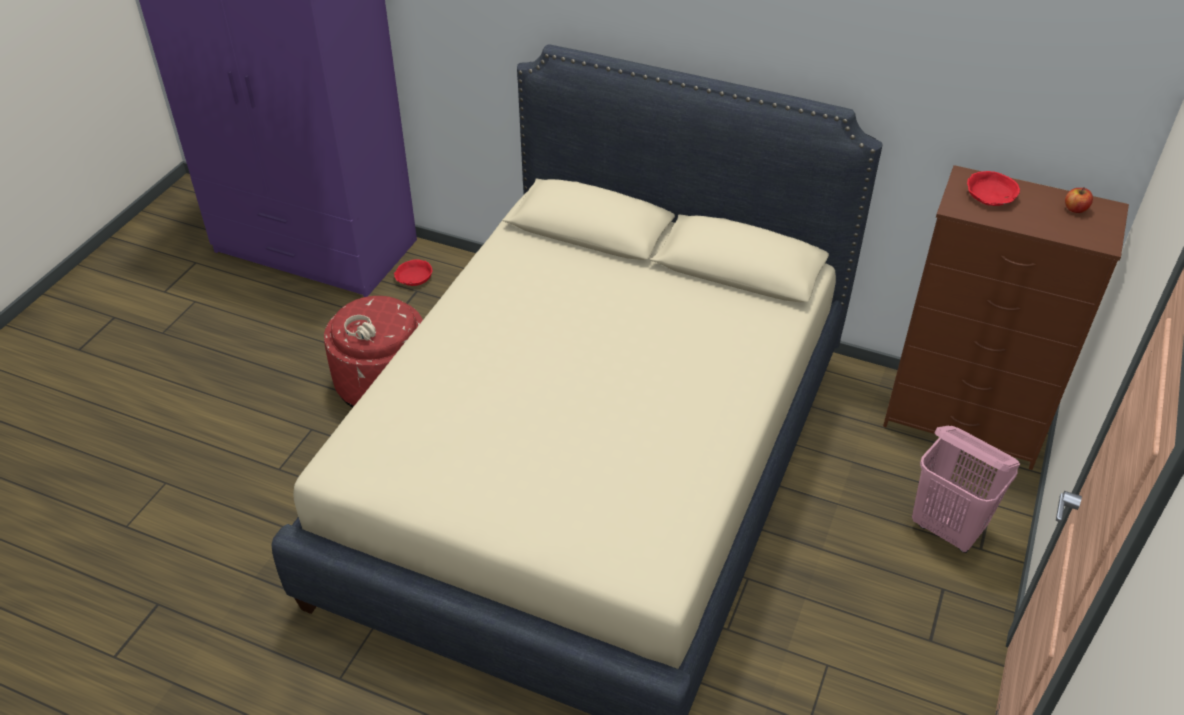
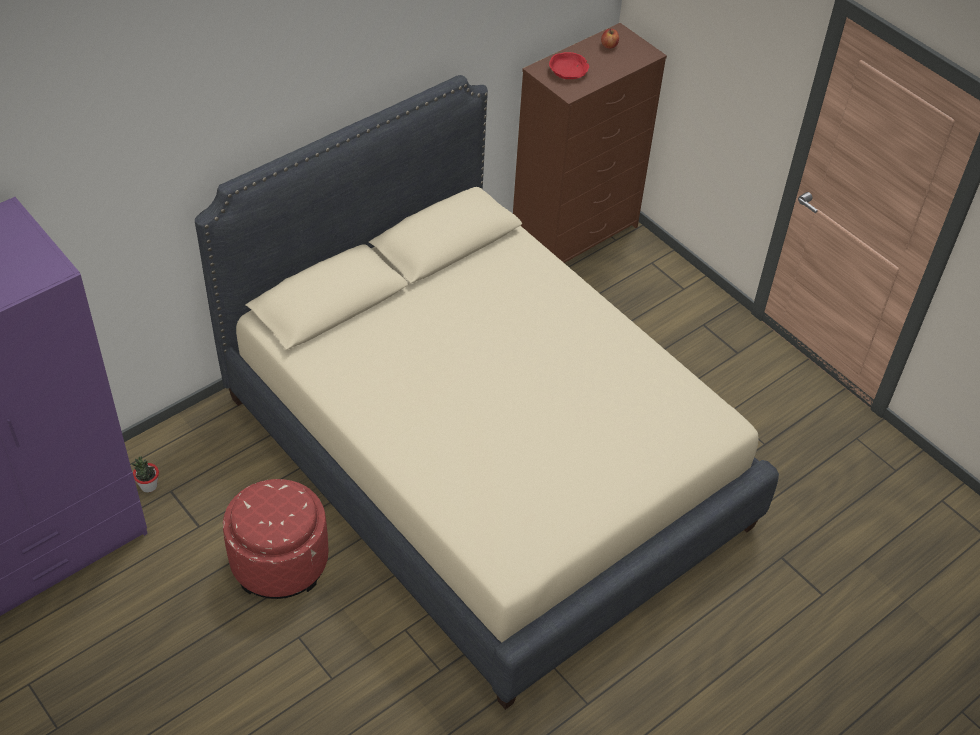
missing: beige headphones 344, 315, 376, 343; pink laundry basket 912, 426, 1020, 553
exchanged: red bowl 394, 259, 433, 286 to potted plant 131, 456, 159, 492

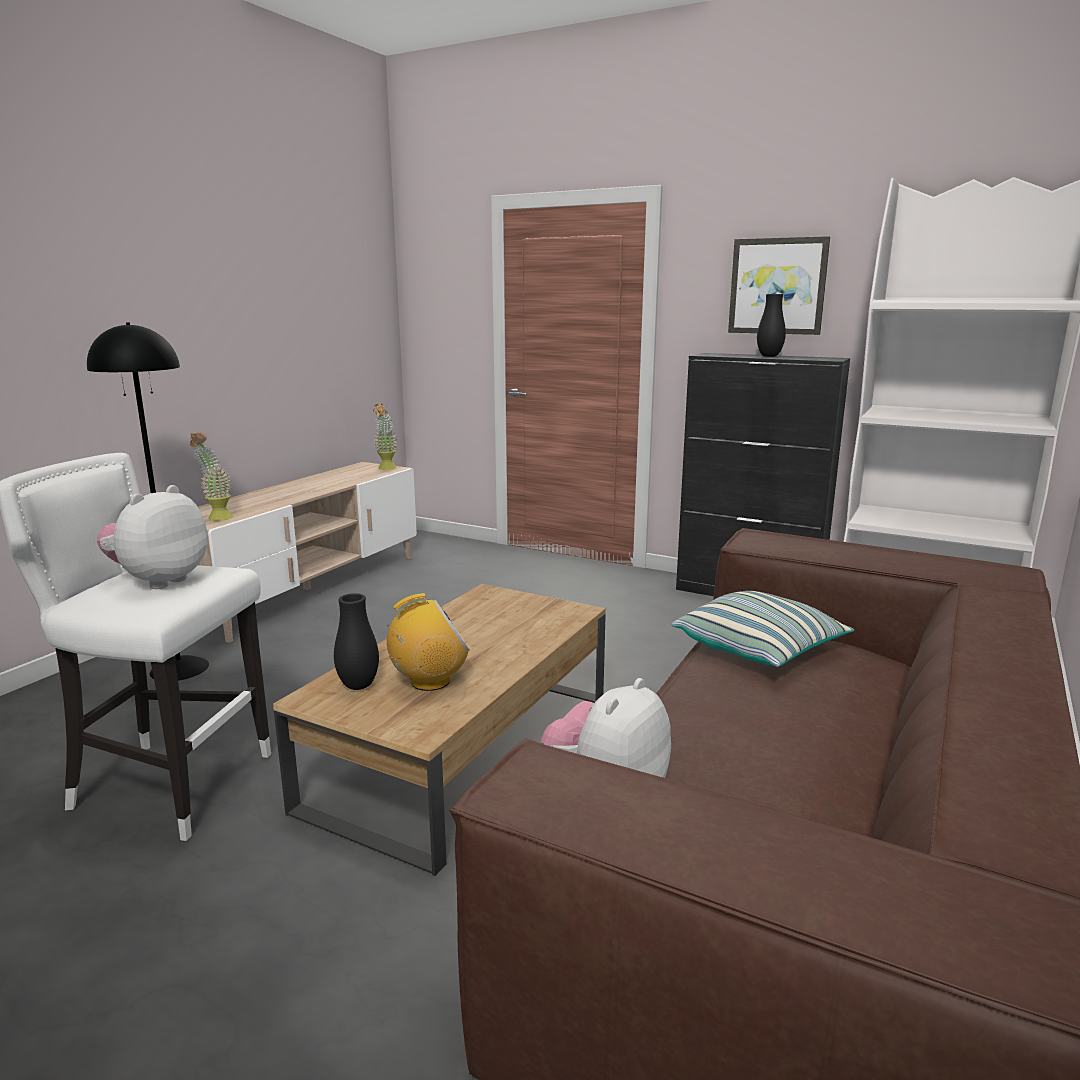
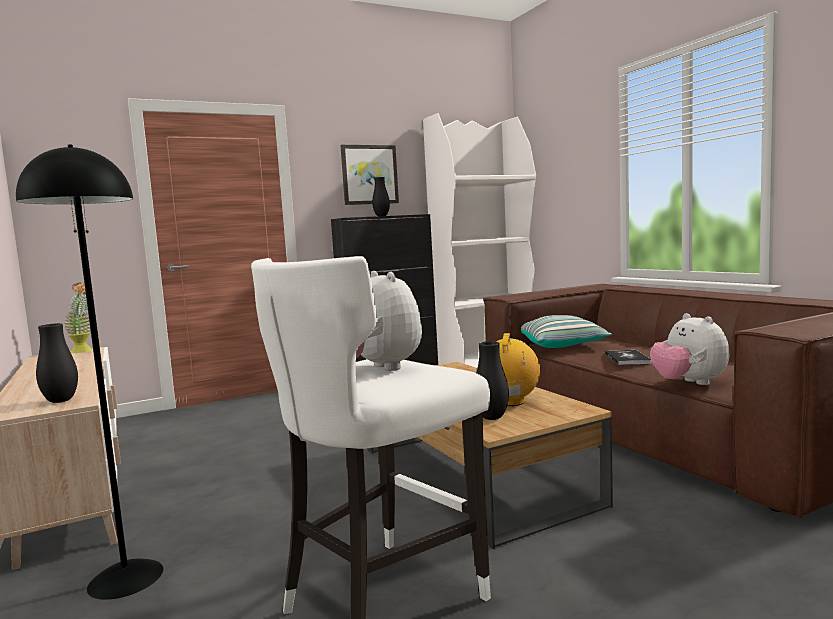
appeared: book 605, 350, 652, 365
exchanged: potted plant 190, 432, 233, 521 to black vase 36, 323, 78, 403

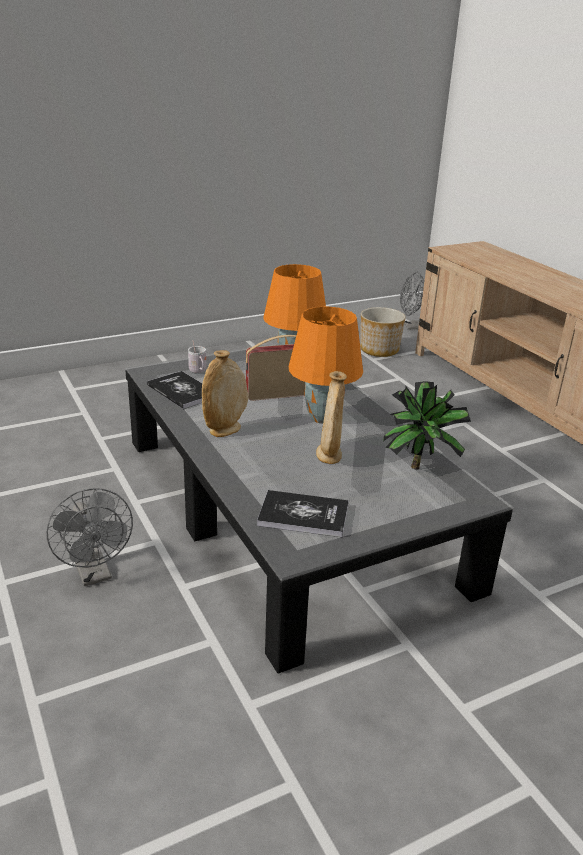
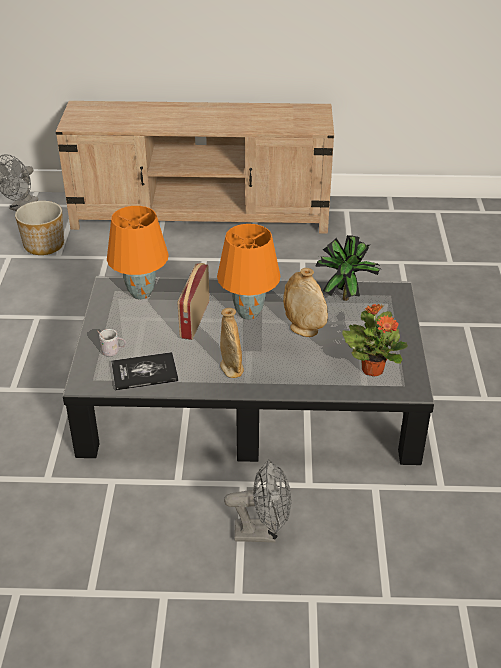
exchanged: book 257, 490, 349, 537 to potted plant 342, 304, 408, 376

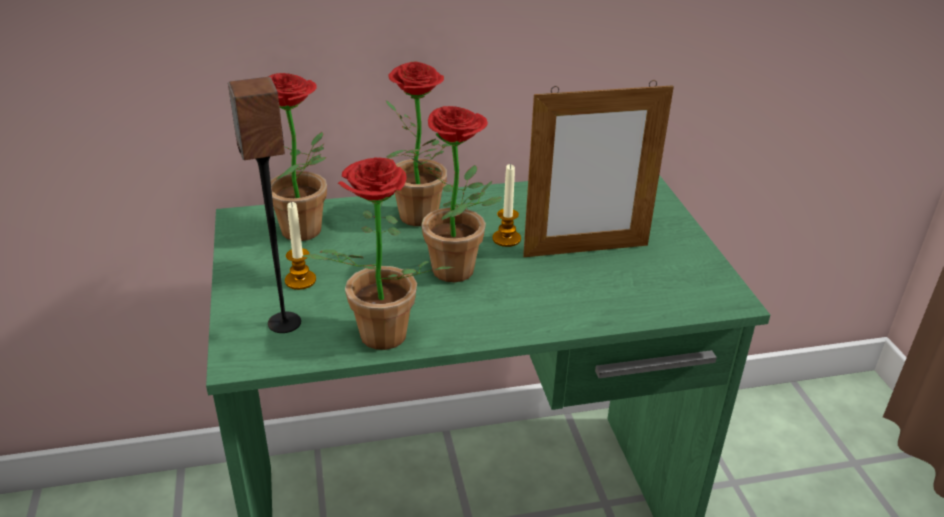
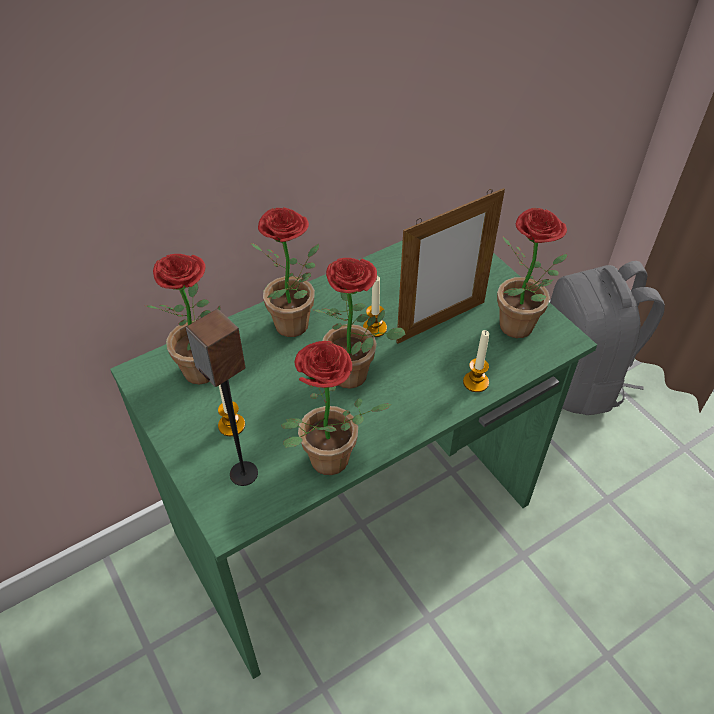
appeared: candle 463, 330, 489, 392; potted plant 497, 208, 567, 338; grey backpack 550, 261, 665, 415

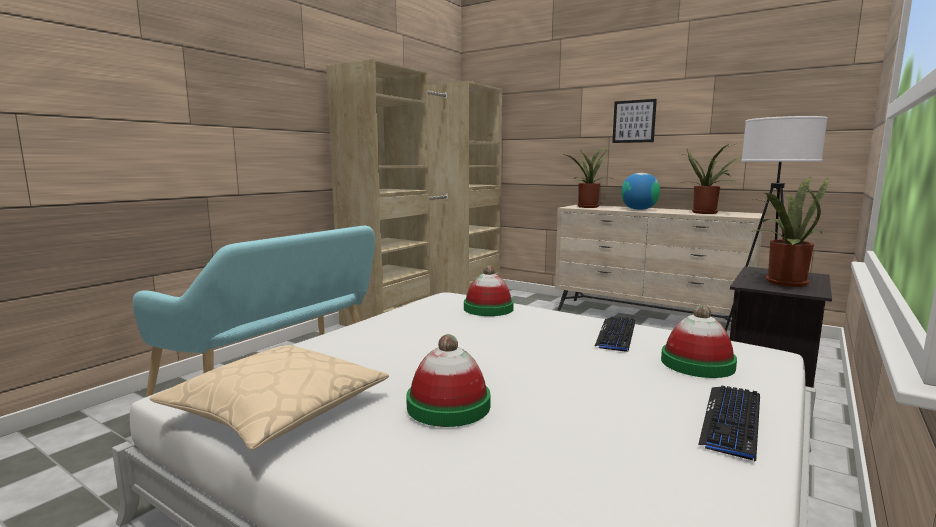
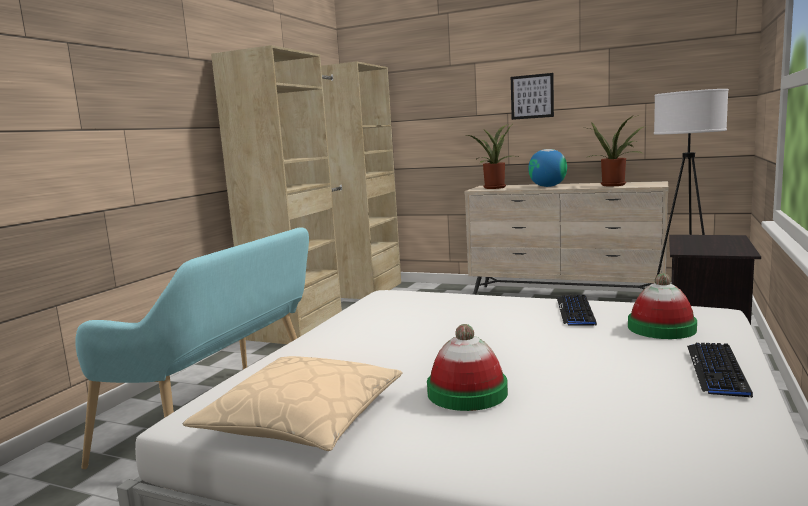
missing: hat 464, 265, 514, 316; potted plant 751, 177, 828, 287

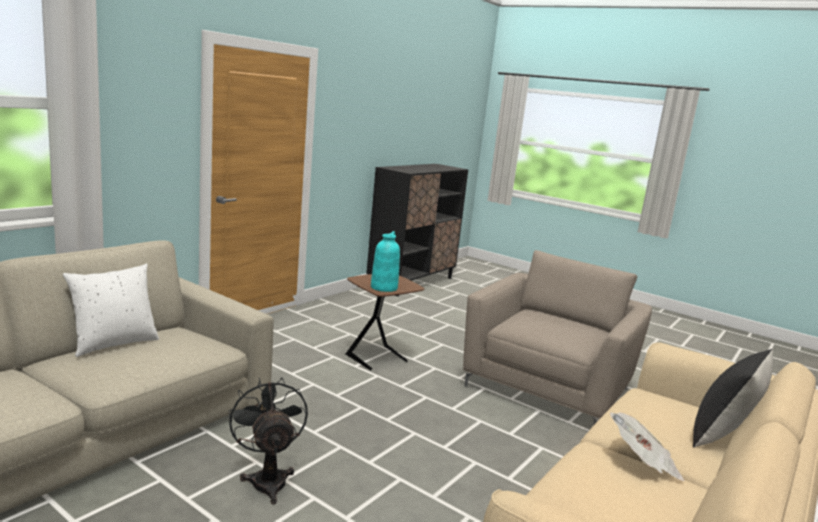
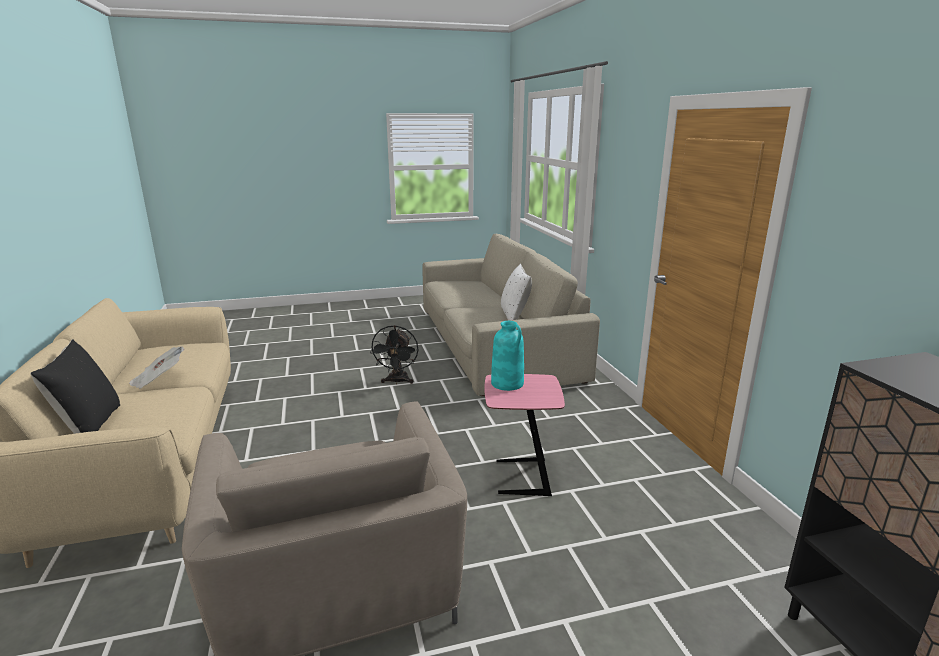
colour: brown side table 346, 274, 425, 370 to pink side table 484, 374, 565, 496
spun: black fan 229, 377, 308, 505 = 370, 325, 418, 384 75 degrees clockwise

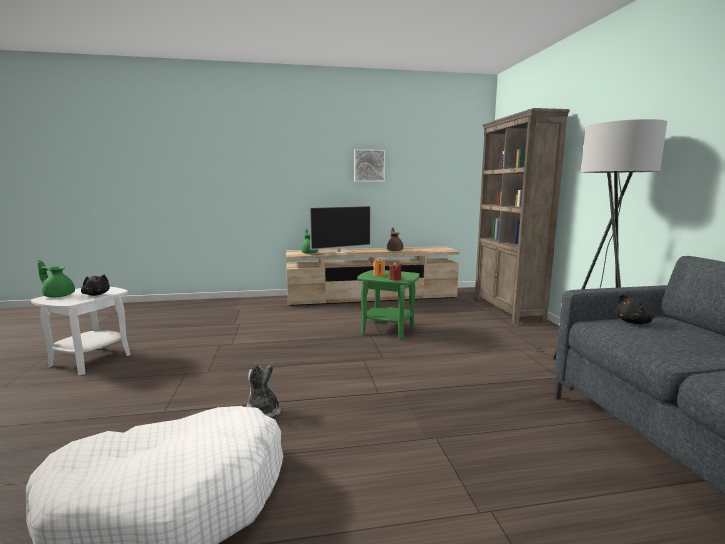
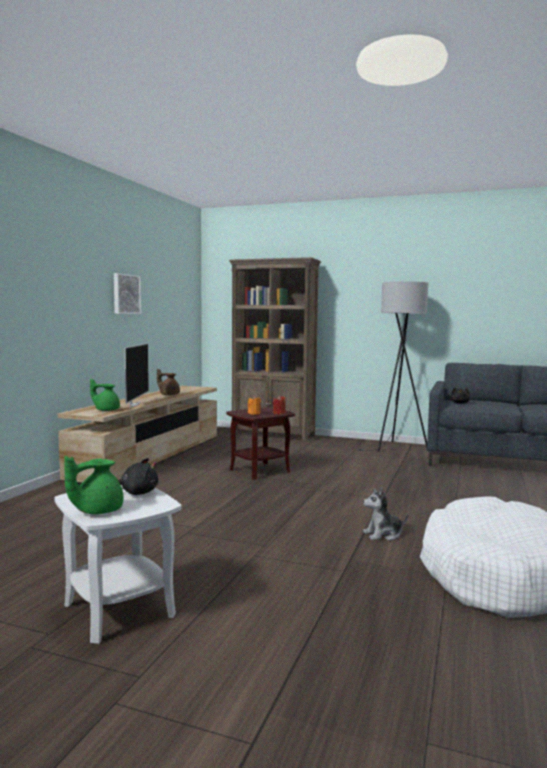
colour: green side table 357, 270, 420, 340 to brown side table 226, 407, 295, 480

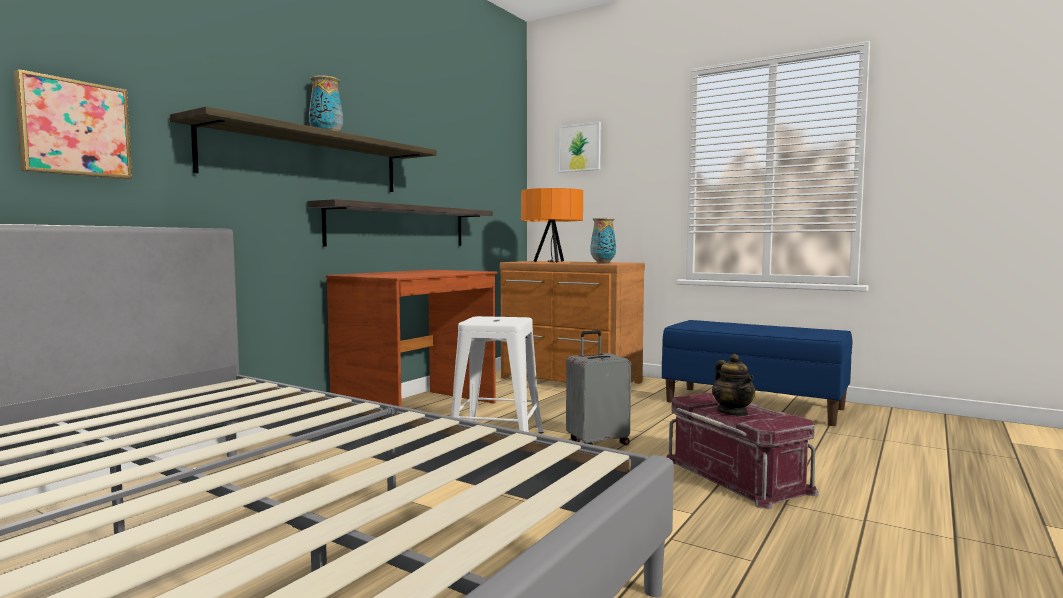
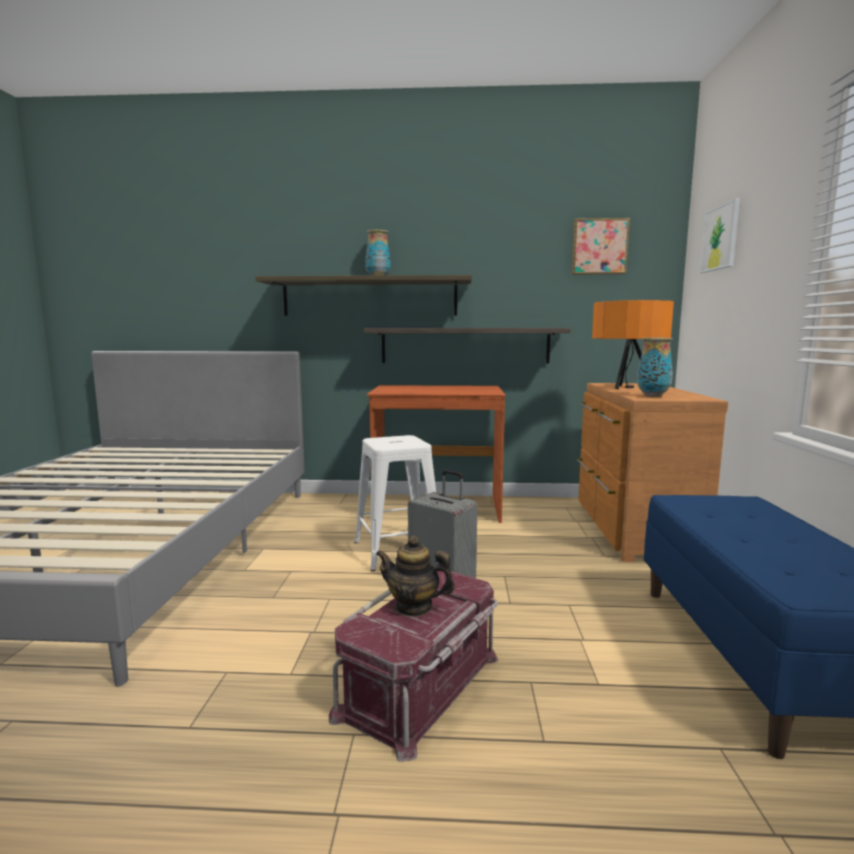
relocated: picture 14, 69, 132, 179 to 572, 218, 630, 275
spun: teapot 712, 354, 755, 416 = 376, 536, 455, 617 60 degrees clockwise

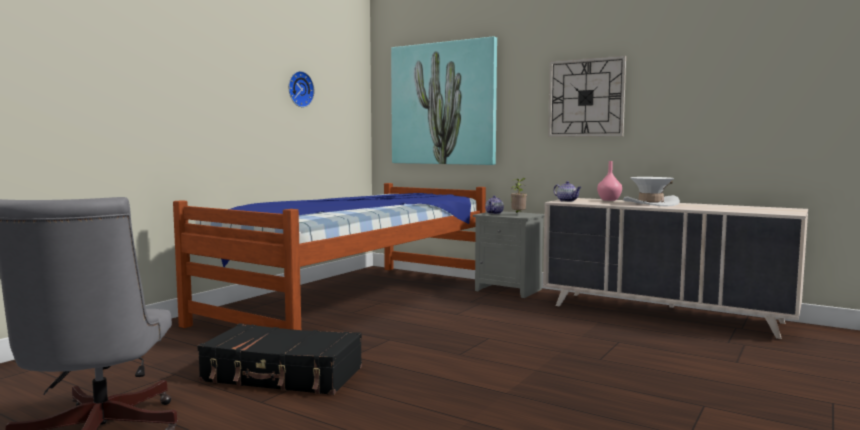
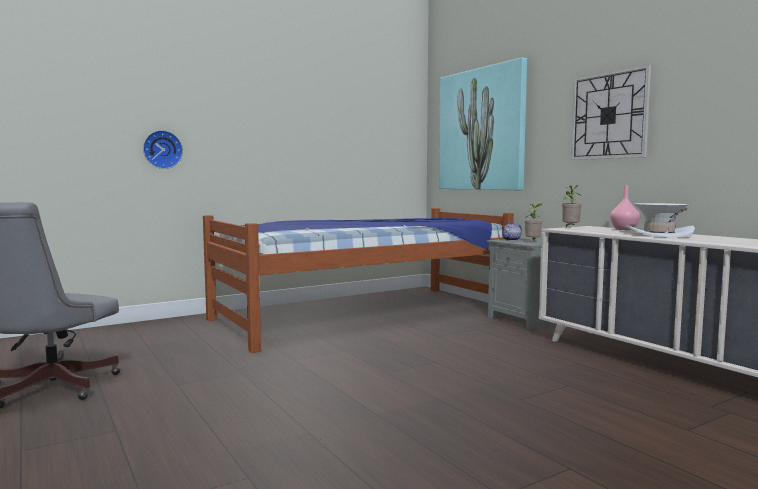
missing: black suitcase 197, 323, 362, 395
relocated: wall clock 289, 71, 314, 107 to 143, 130, 183, 169
exchanged: teapot 554, 181, 582, 202 to potted plant 562, 185, 582, 227

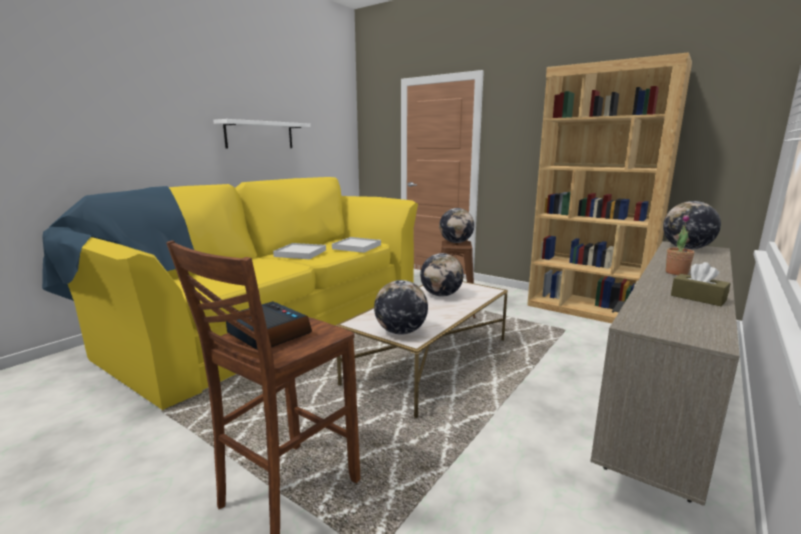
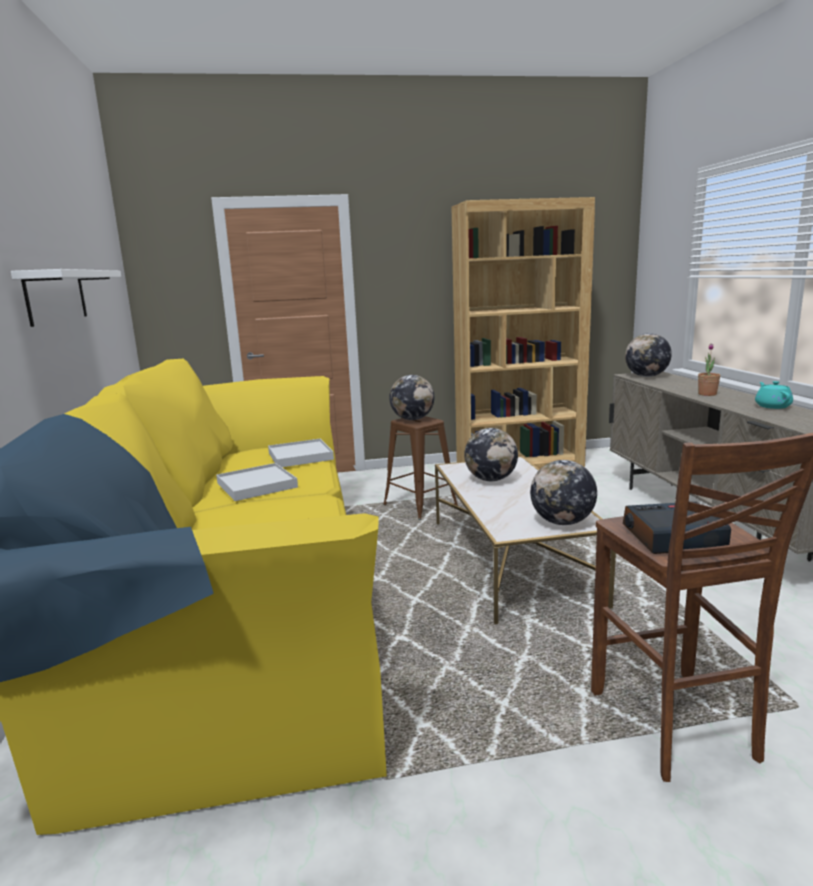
exchanged: brown tissue box 671, 262, 731, 306 to turquoise teapot 755, 381, 793, 409

